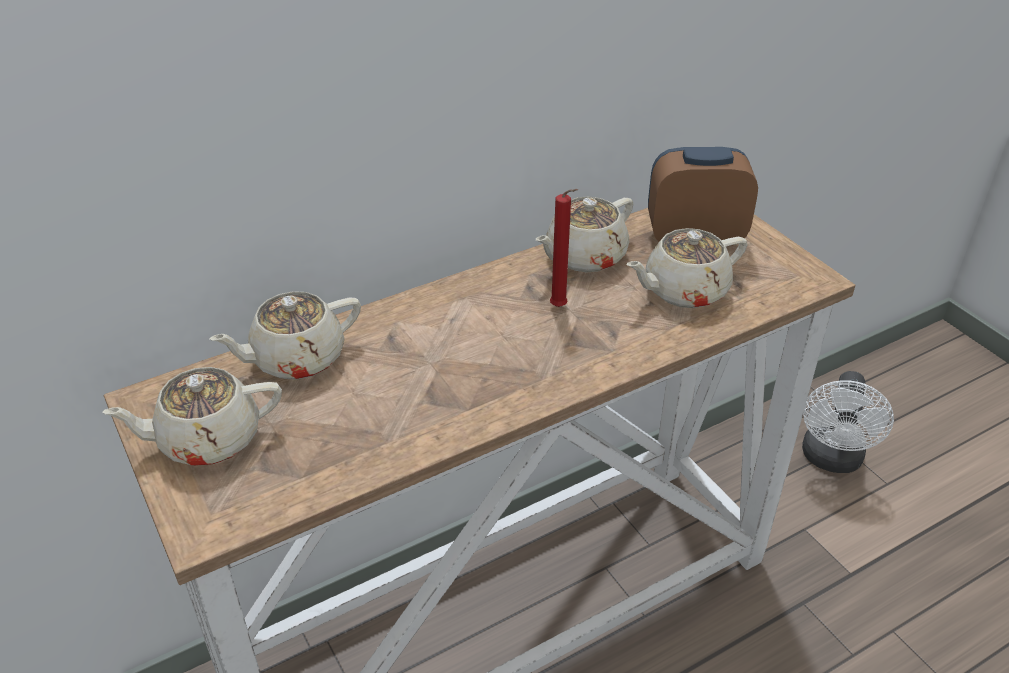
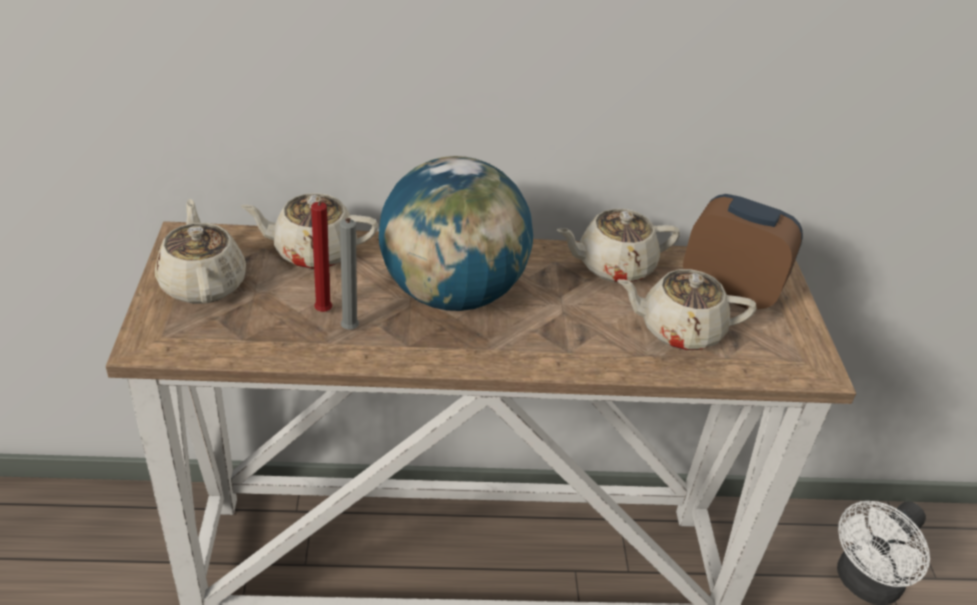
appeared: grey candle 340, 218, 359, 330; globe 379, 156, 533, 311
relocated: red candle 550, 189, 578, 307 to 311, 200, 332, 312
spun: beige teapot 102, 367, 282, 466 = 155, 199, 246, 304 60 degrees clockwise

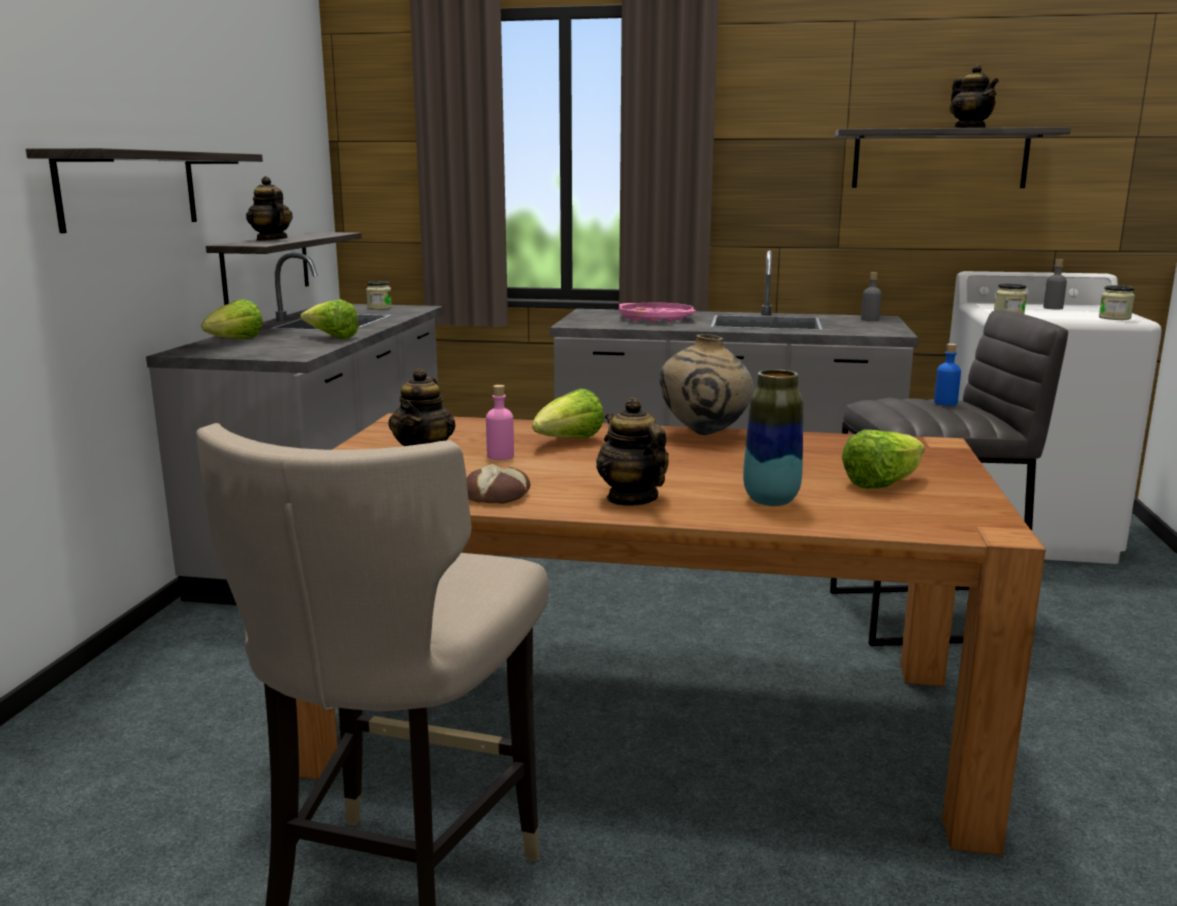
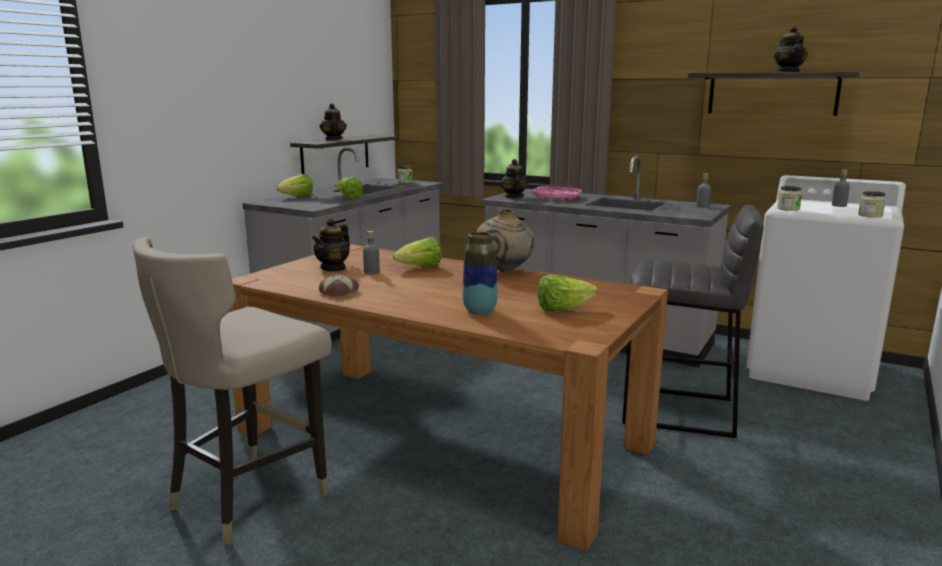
missing: shelf 26, 148, 263, 233; blue bottle 934, 343, 961, 406
relocated: teapot 596, 397, 669, 506 to 500, 159, 528, 198
colour: pink bottle 486, 385, 514, 460 to grey bottle 363, 231, 380, 274

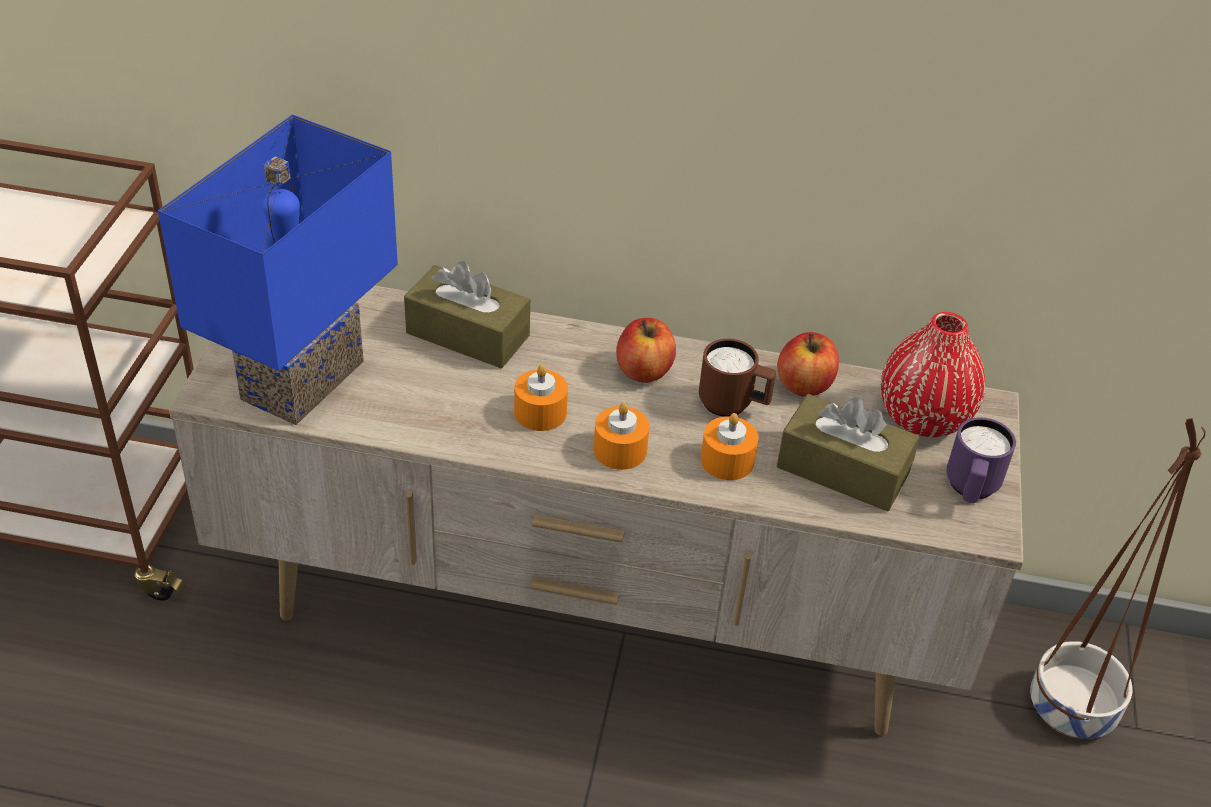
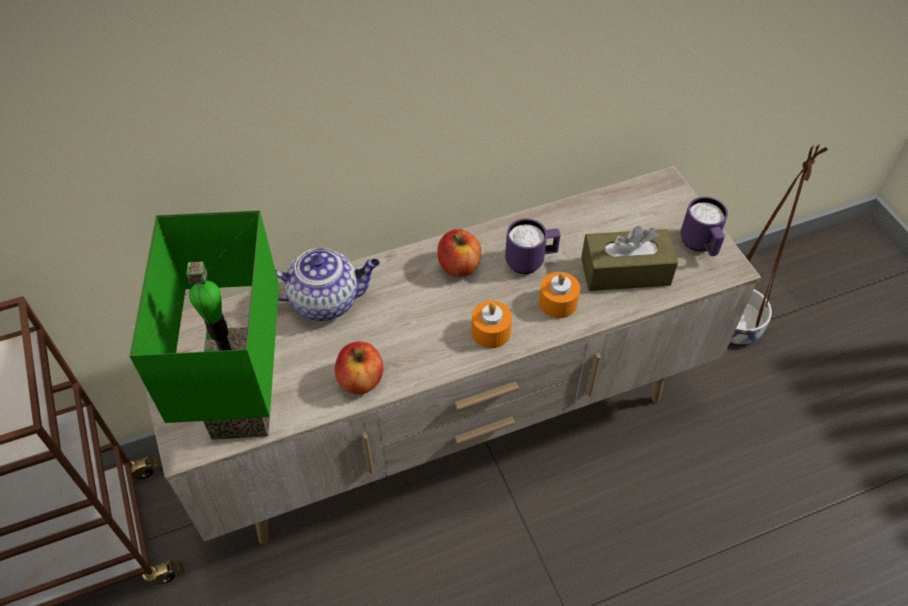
missing: orange candle 514, 365, 568, 431; red vase 881, 312, 985, 437
relocated: apple 777, 332, 839, 397 to 335, 341, 384, 394
exchanged: brown tissue box 404, 261, 530, 368 to teapot 275, 248, 380, 321
colour: blue table lamp 158, 114, 398, 425 to green table lamp 129, 210, 279, 439; brown mug 699, 339, 776, 417 to purple mug 505, 219, 561, 274

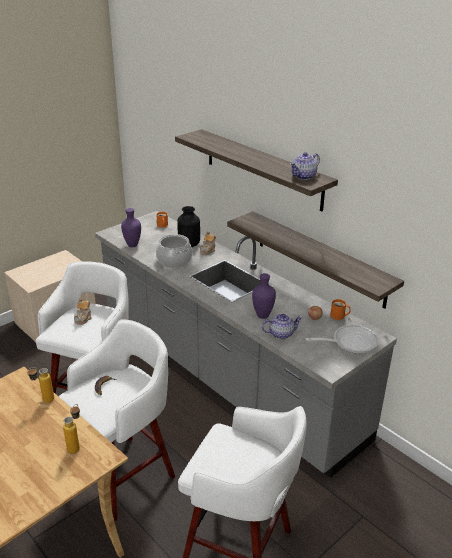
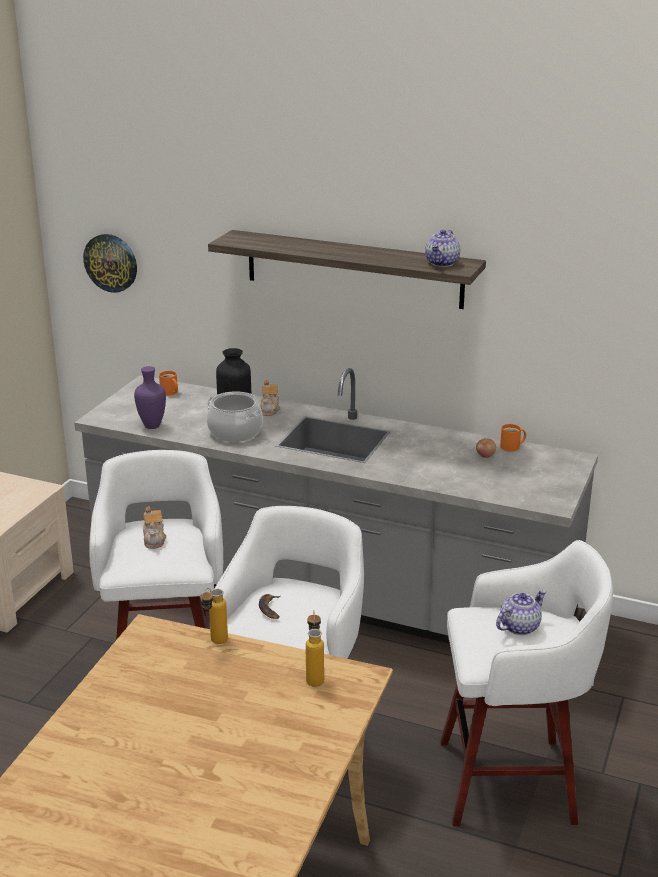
missing: shelf 227, 211, 404, 309; purple vase 252, 273, 276, 319; frying pan 306, 325, 379, 354
appeared: wall clock 83, 234, 137, 293
relocated: teapot 262, 313, 303, 339 to 496, 590, 546, 635

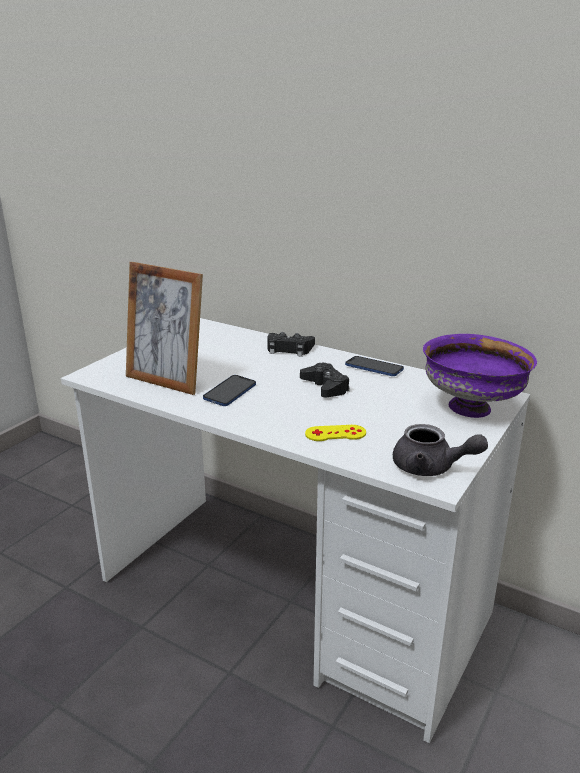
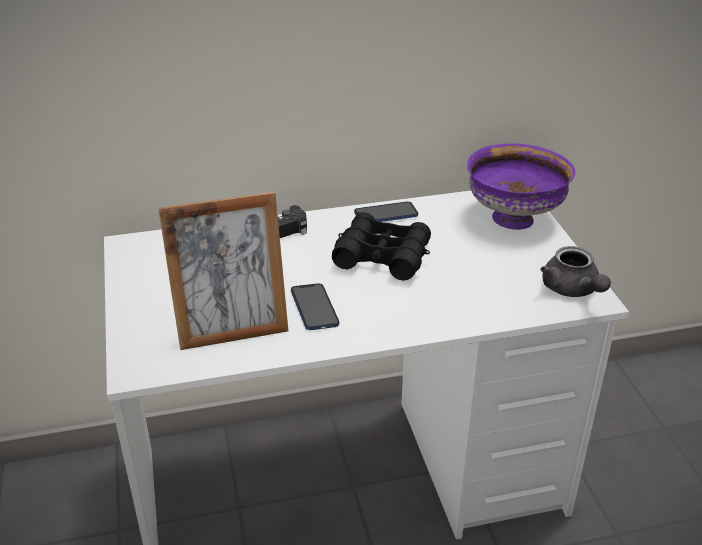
missing: yellow game controller 305, 425, 366, 441
exchanged: black game controller 300, 363, 350, 398 to black binoculars 332, 212, 431, 281
spun: grey teapot 393, 424, 488, 476 = 540, 246, 611, 297 90 degrees clockwise

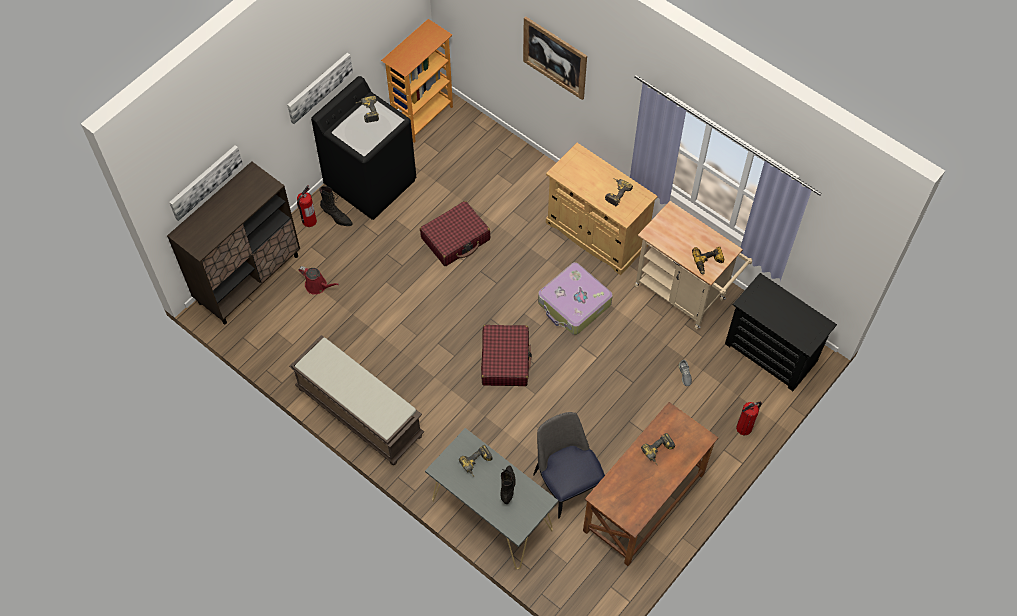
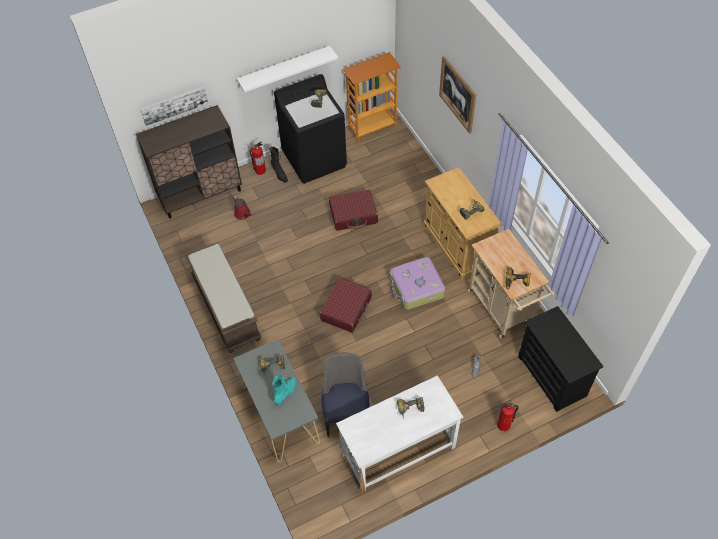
exchanged: picture 287, 53, 353, 124 to white shelf 237, 46, 338, 93
colour: black boot 500, 465, 516, 504 to turquoise boot 273, 375, 296, 405; brown desk 583, 402, 718, 566 to white desk 336, 375, 464, 494

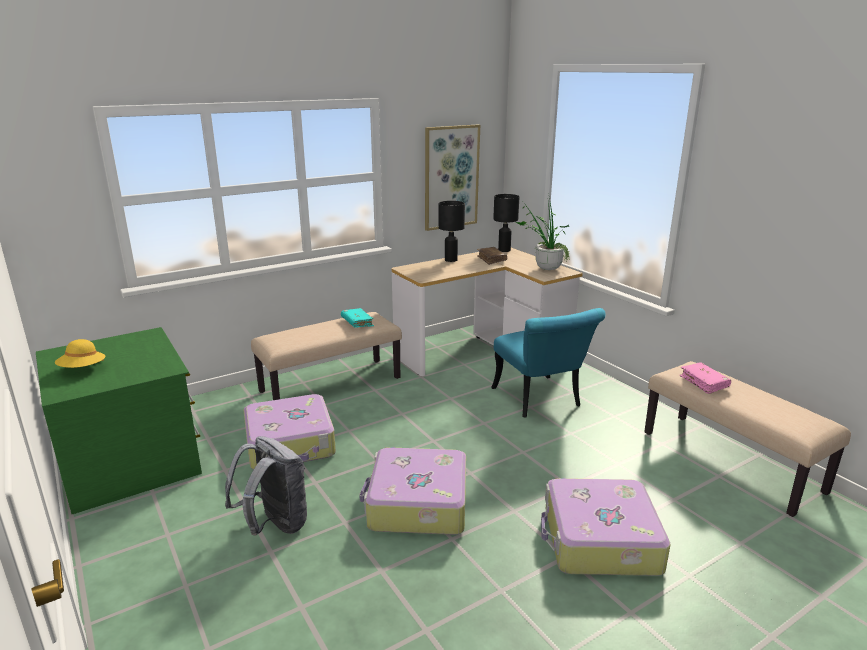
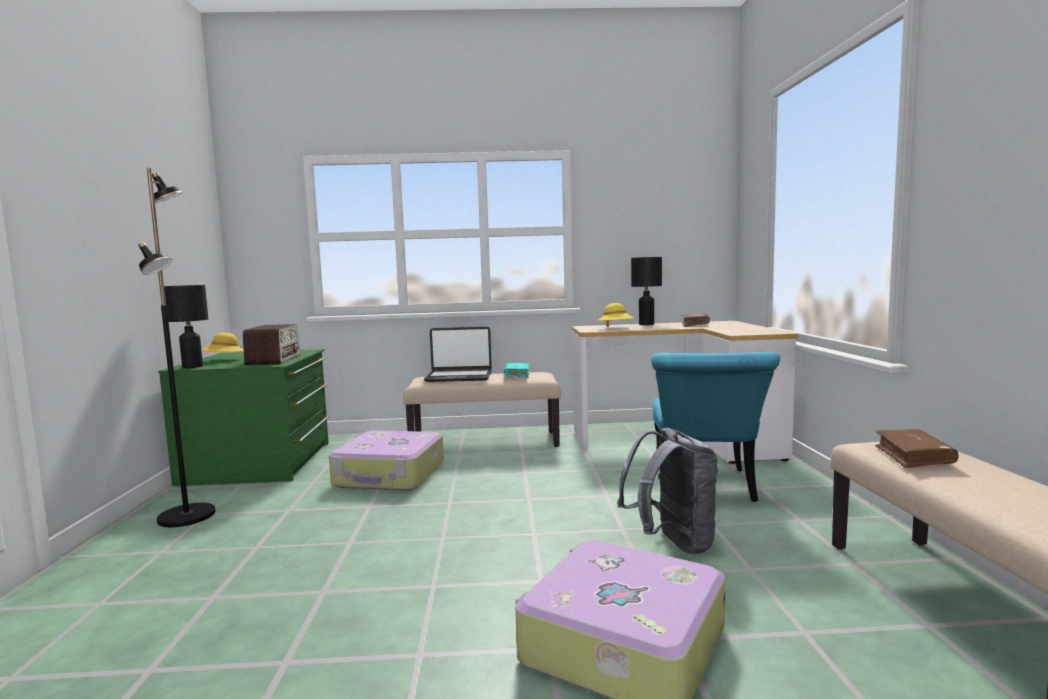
missing: suitcase 359, 447, 466, 535; picture 425, 125, 480, 231; potted plant 516, 198, 570, 270
appeared: black floor lamp 138, 168, 215, 527; radio 243, 324, 300, 365; laptop 424, 327, 492, 382; yellow hat 597, 303, 634, 327
relocated: grey backpack 225, 436, 307, 535 to 617, 428, 718, 555; black table lamp 493, 194, 519, 252 to 164, 285, 208, 368
colour: pink book 680, 362, 731, 394 to brown book 875, 429, 959, 468

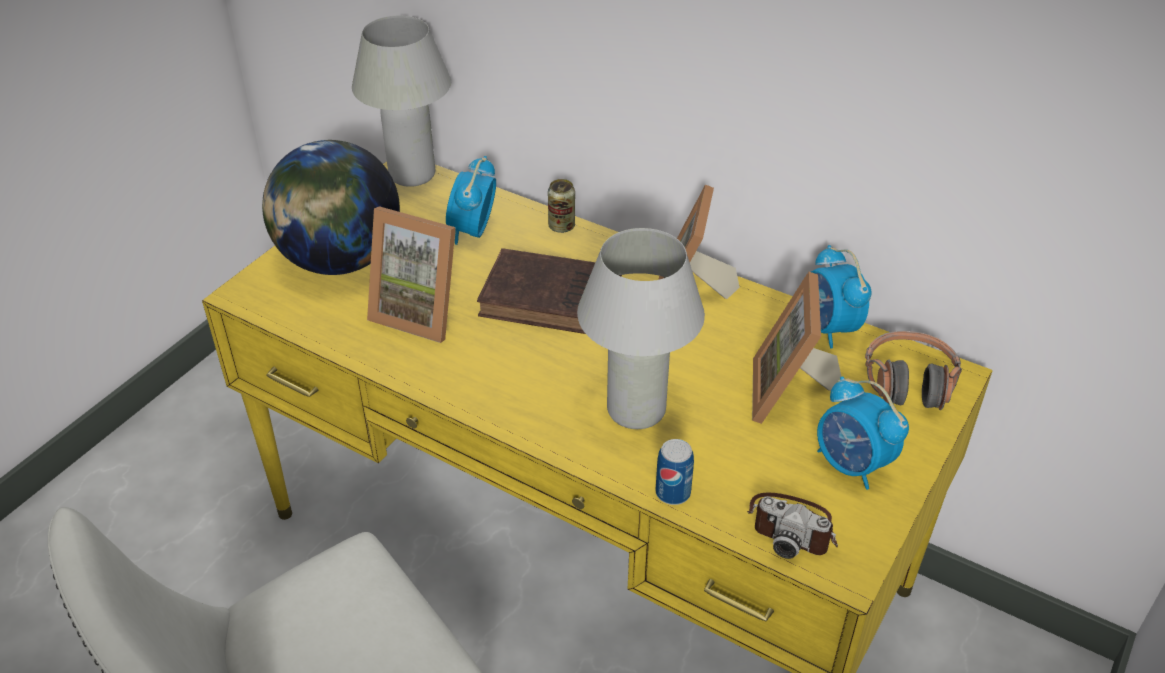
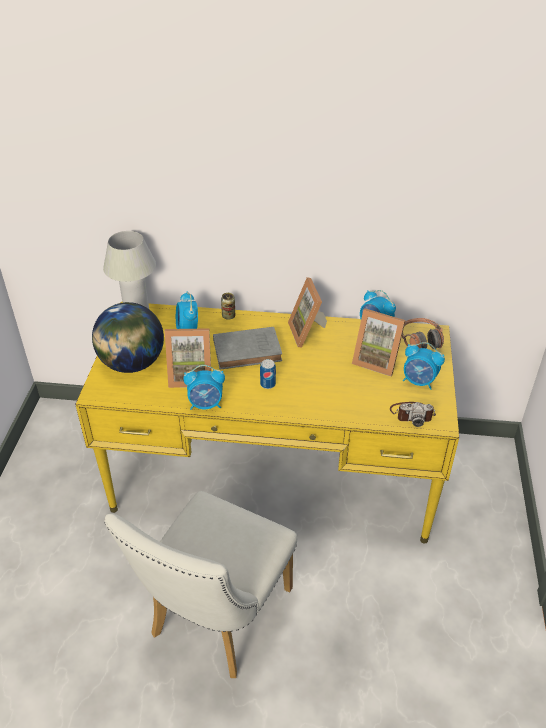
missing: white table lamp 577, 228, 705, 429
appeared: alarm clock 183, 365, 225, 410
relocated: can 656, 439, 694, 505 to 260, 359, 276, 389
colour: brown book 477, 248, 622, 334 to grey book 213, 327, 282, 370
spun: picture frame 752, 272, 841, 424 = 352, 308, 406, 376 45 degrees counterclockwise

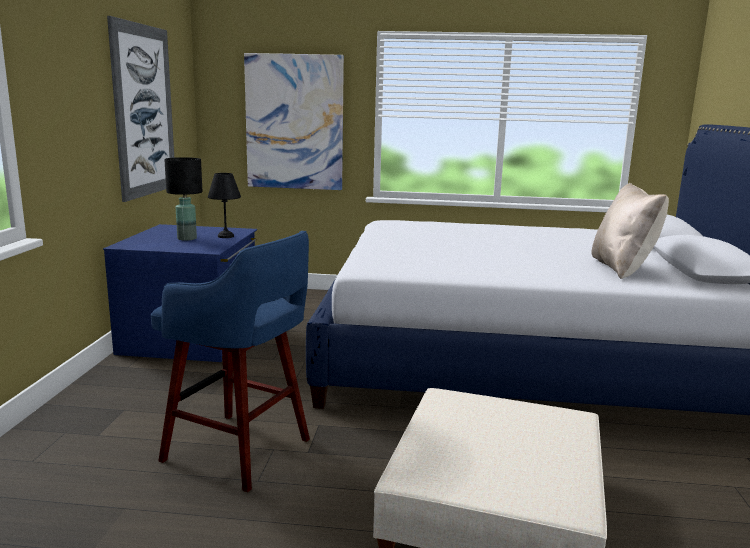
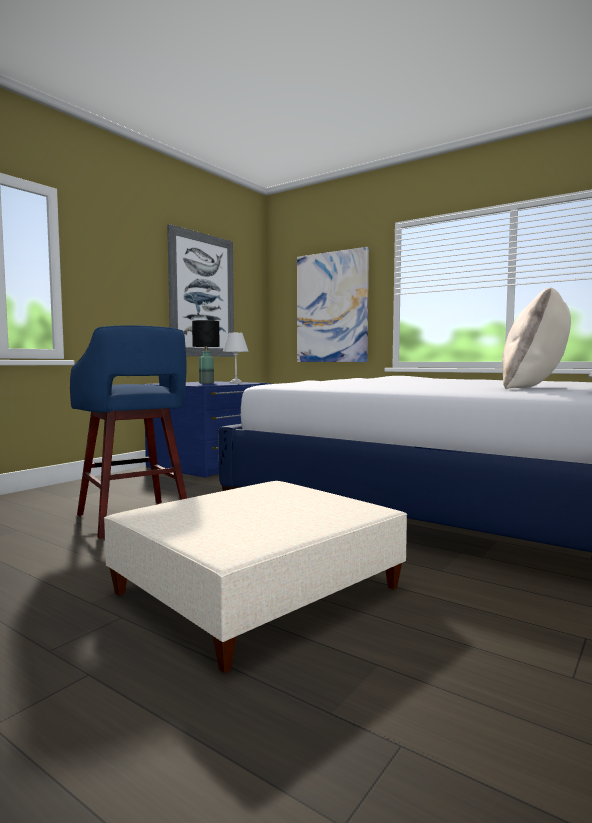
colour: black table lamp 208, 173, 241, 238 to white table lamp 223, 333, 249, 384

